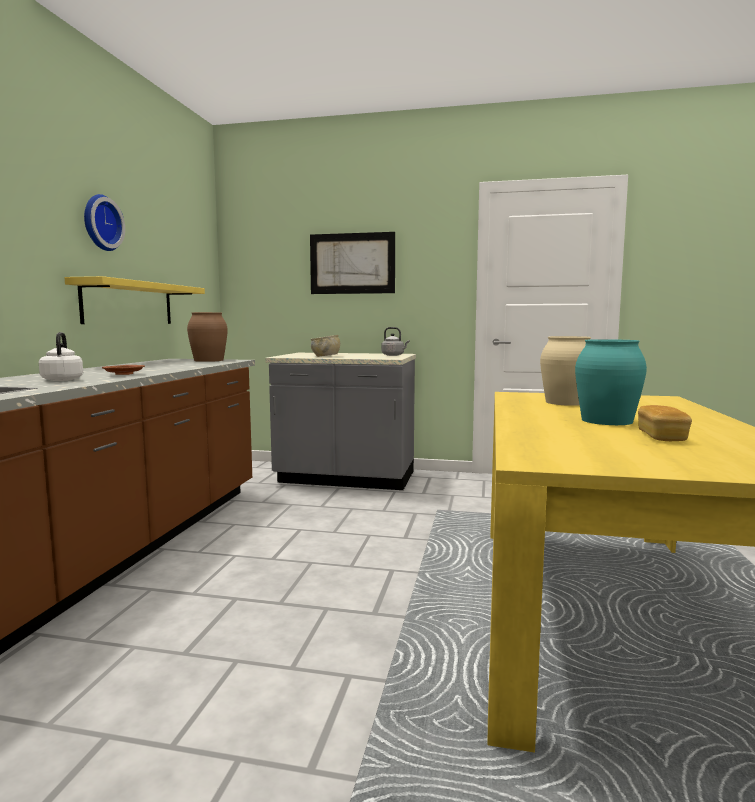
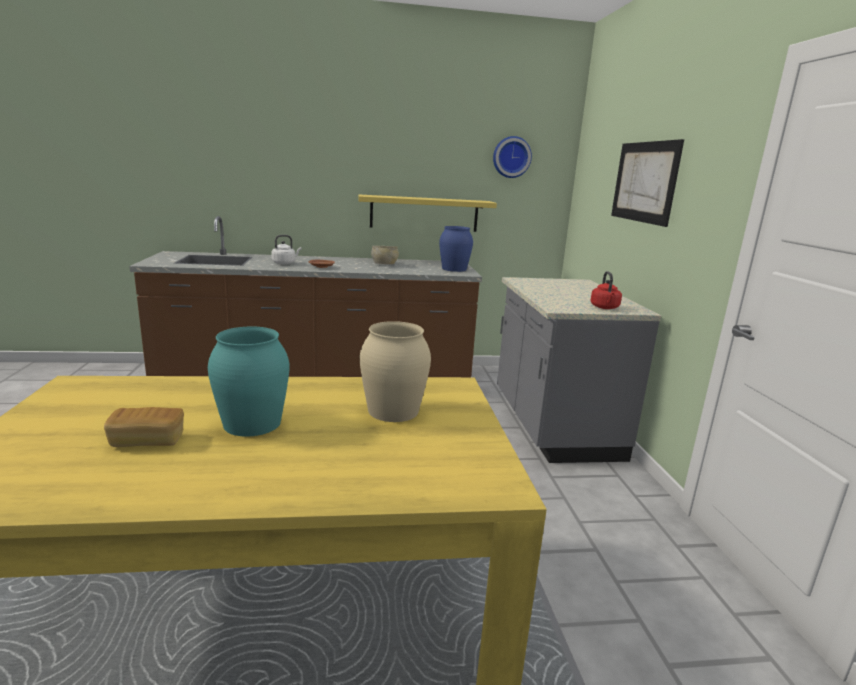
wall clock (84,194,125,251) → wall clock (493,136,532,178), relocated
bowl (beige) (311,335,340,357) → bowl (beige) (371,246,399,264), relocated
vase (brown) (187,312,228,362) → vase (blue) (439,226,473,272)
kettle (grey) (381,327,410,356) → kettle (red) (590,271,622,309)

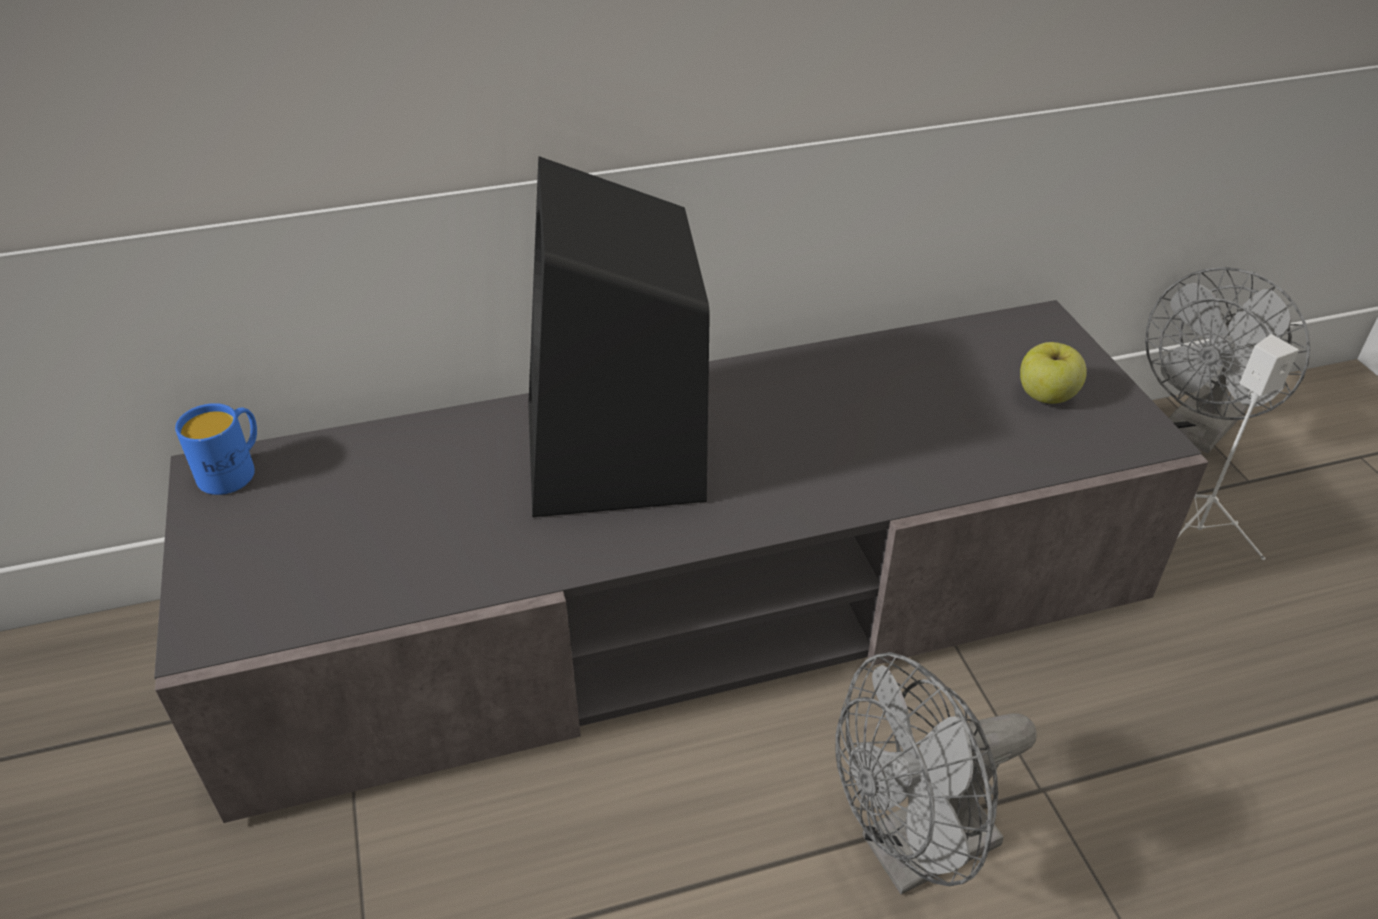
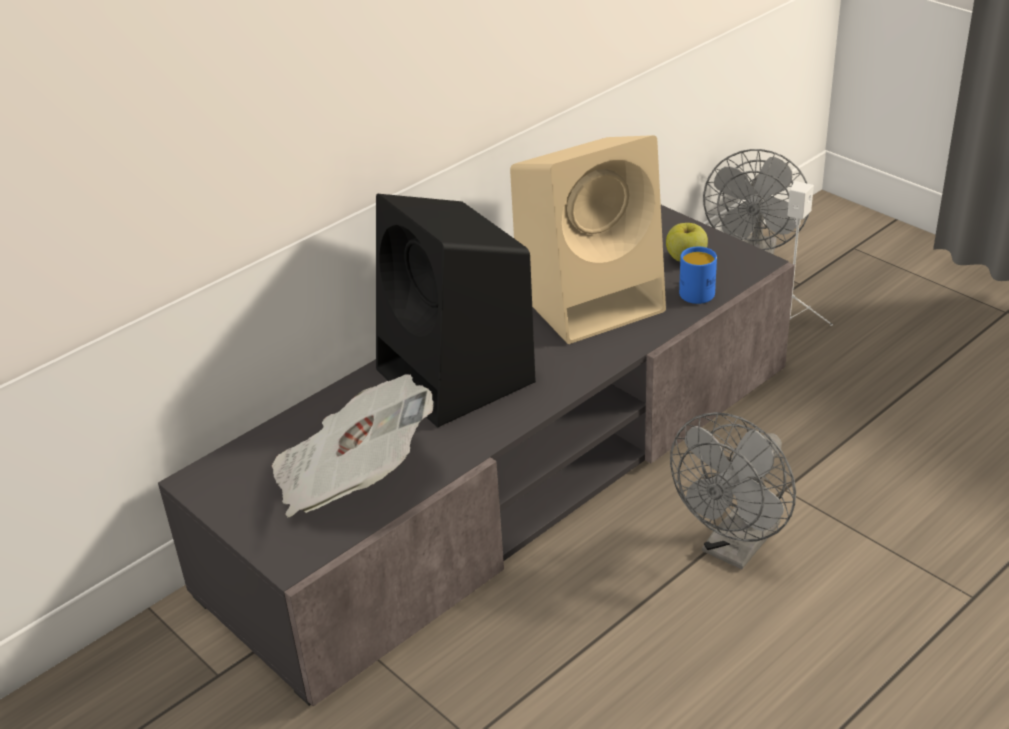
- → newspaper (272,374,434,518)
- → speaker (beige) (510,135,666,344)
mug (blue) (175,403,257,495) → mug (blue) (679,247,717,304), relocated

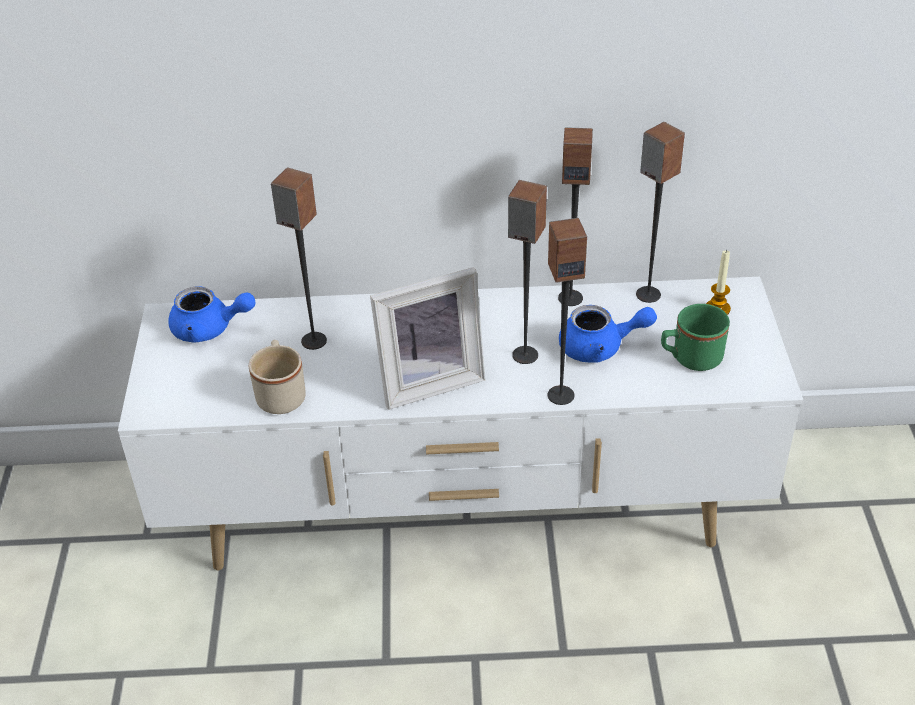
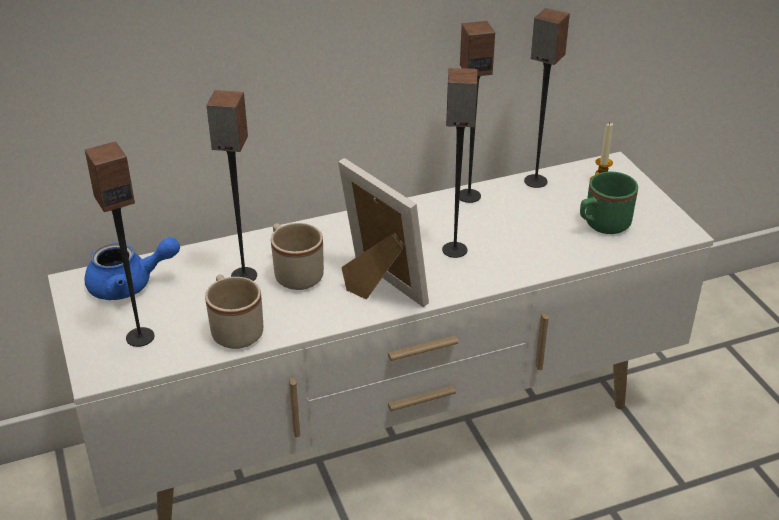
teapot (blue) (559,305,657,363) → -
- → mug (beige) (271,223,324,290)
speaker (548,218,587,405) → speaker (85,142,155,347), relocated
picture frame (370,267,486,410) → picture frame (338,158,429,307), 90 degrees counterclockwise

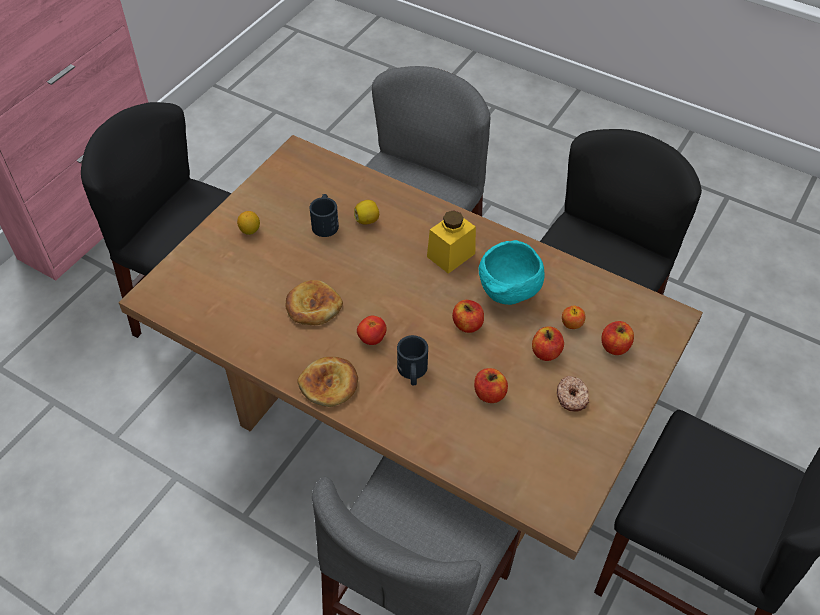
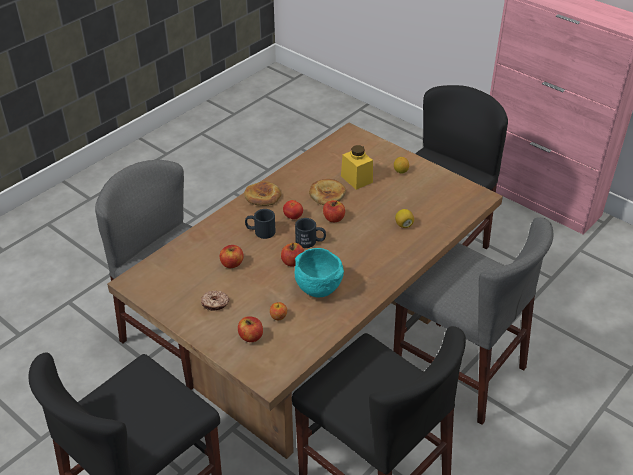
mug (black) (309,194,339,237) → mug (black) (295,218,326,248), relocated
jar (yellow) (427,210,476,274) → jar (yellow) (341,145,373,190), relocated
apple (532,327,564,361) → apple (323,200,345,222), relocated

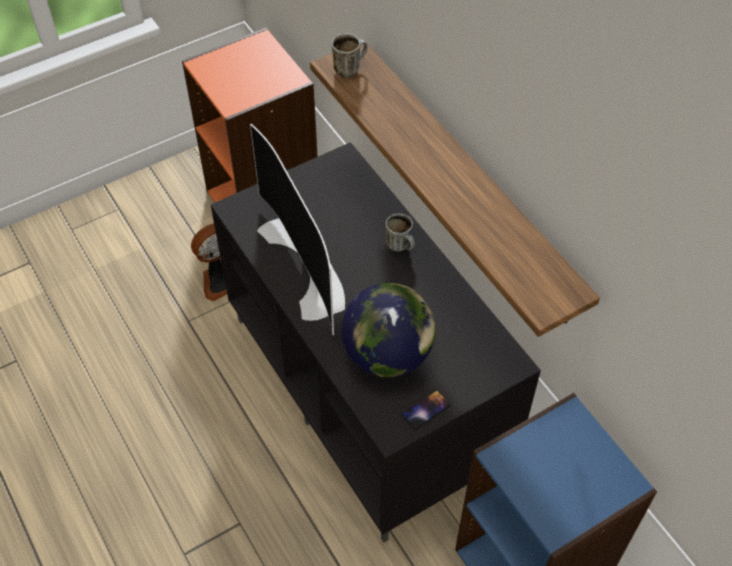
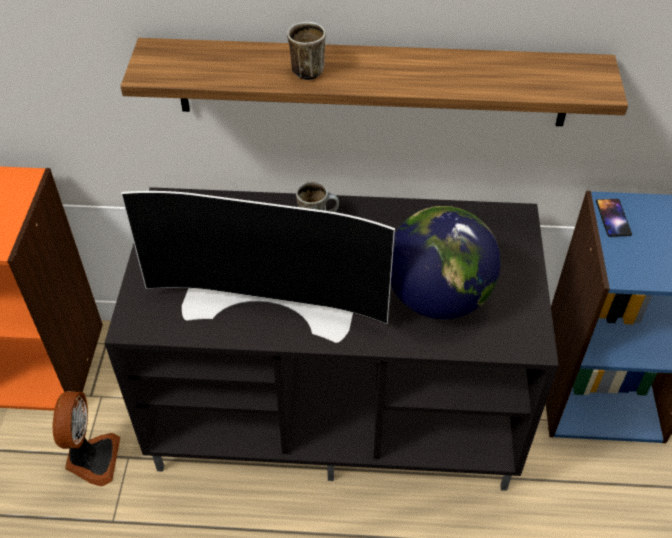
mug (332,33,368,77) → mug (287,22,326,80), relocated
phone (402,390,451,430) → phone (596,199,632,237), relocated

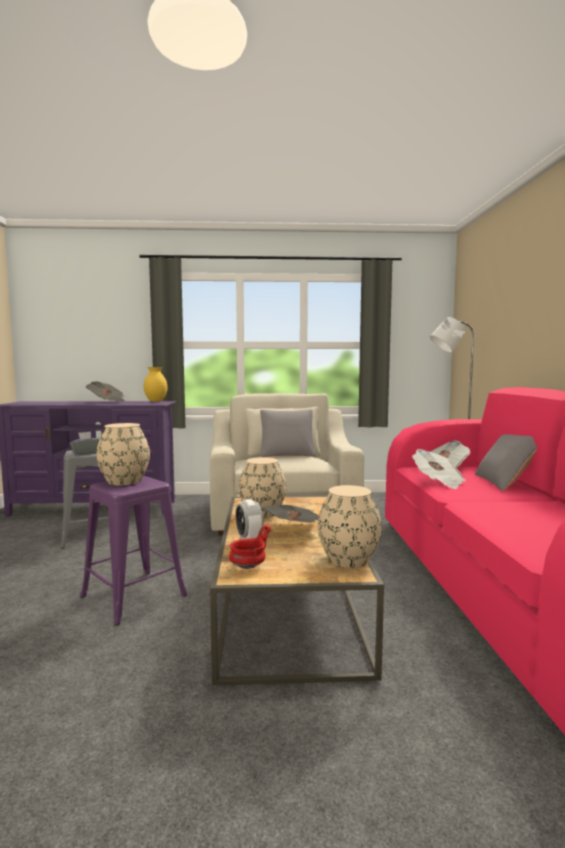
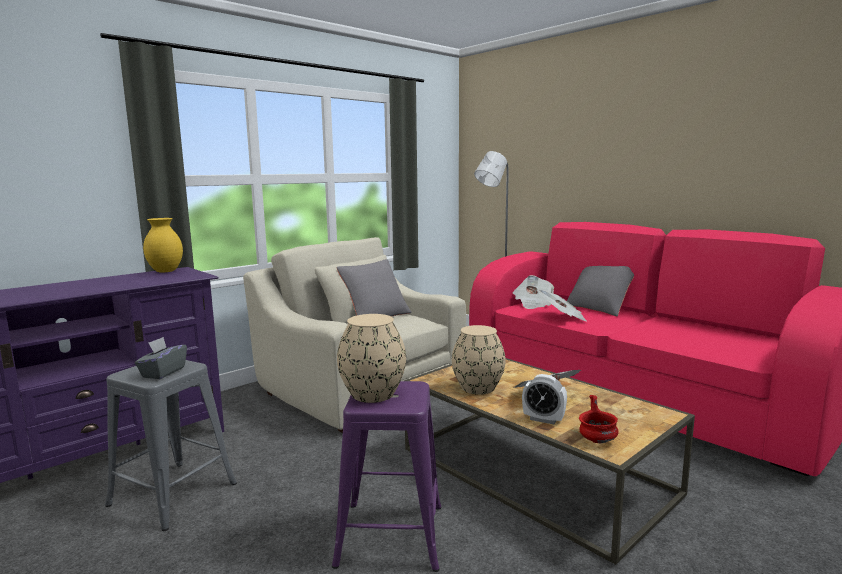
newspaper (86,382,125,401) → -
vase (beige) (318,485,382,568) → -

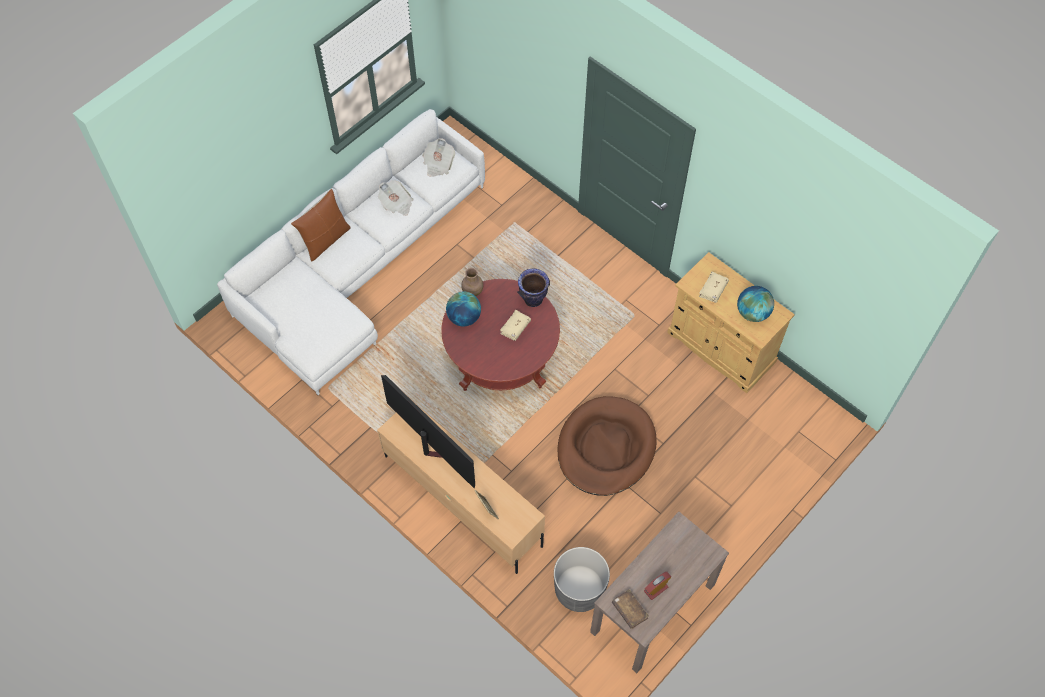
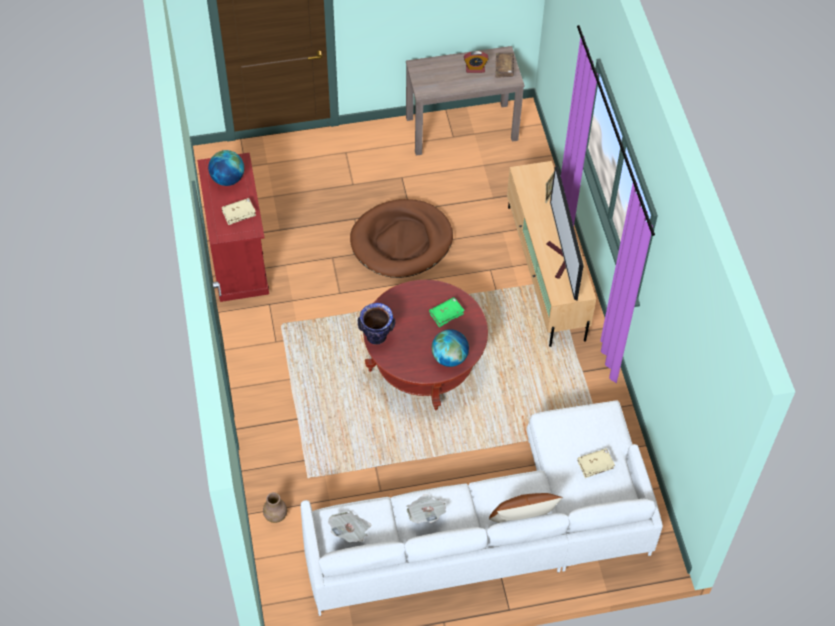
planter (grey) (554,547,610,612) → -
- → book (green) (429,297,465,327)
vase (brown) (461,268,483,296) → vase (brown) (263,492,287,523), relocated
book (beige) (500,310,531,341) → book (beige) (577,448,615,478), relocated
cabinet (beige) (667,252,795,393) → cabinet (red) (197,153,269,302)

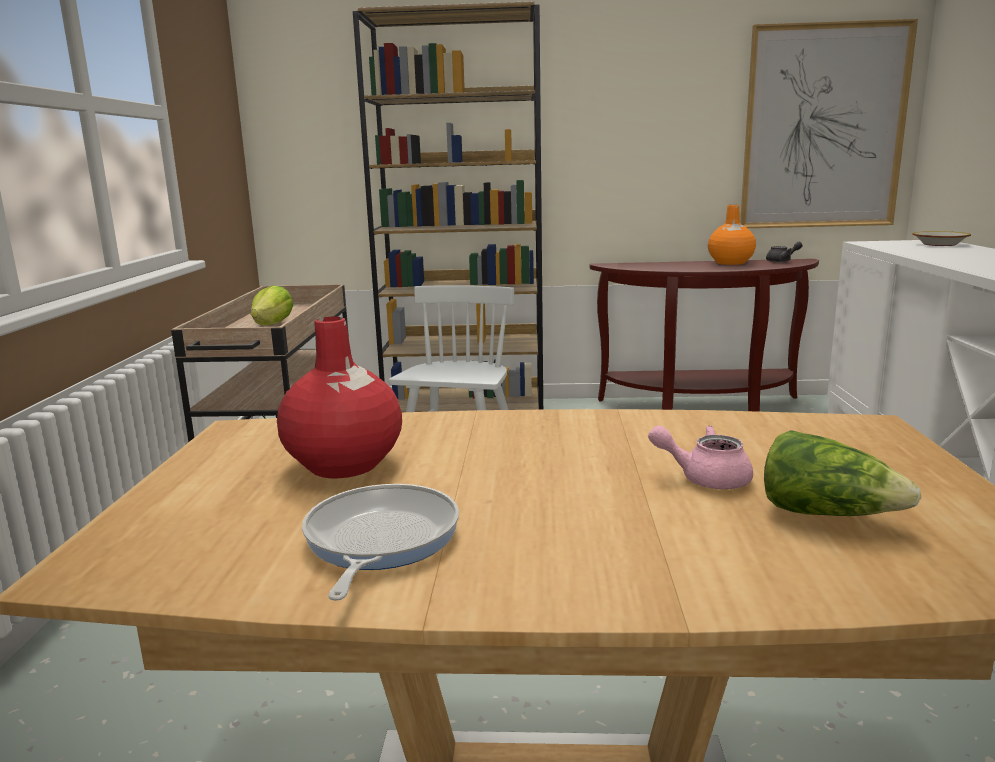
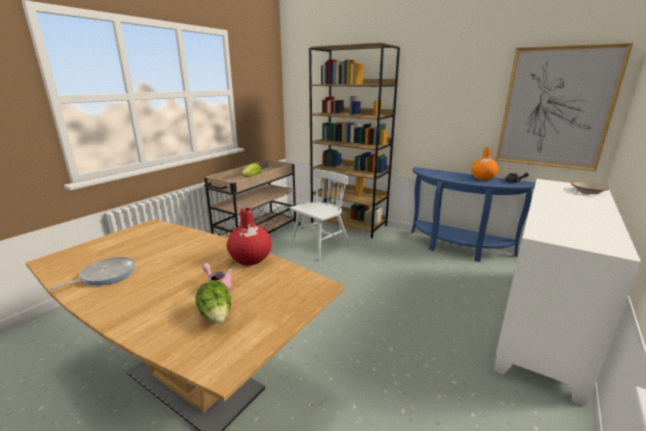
vase (red) (277,317,402,479) → vase (red) (227,208,272,265), relocated
console table (brown) (590,259,819,412) → console table (blue) (411,167,535,262)

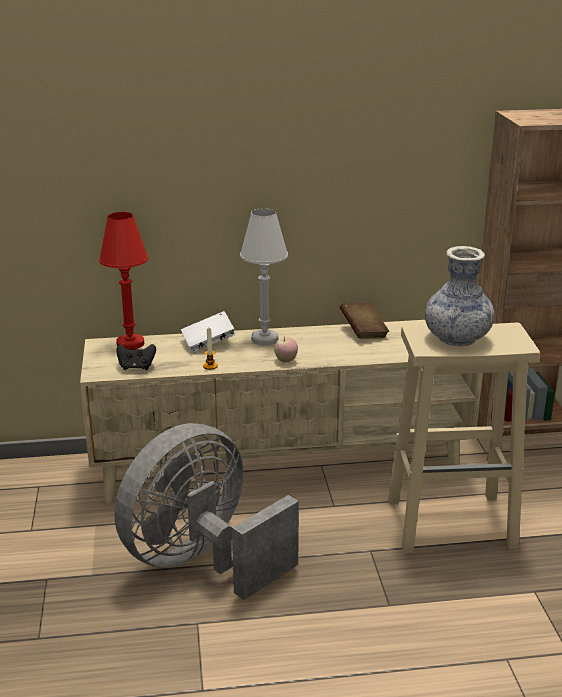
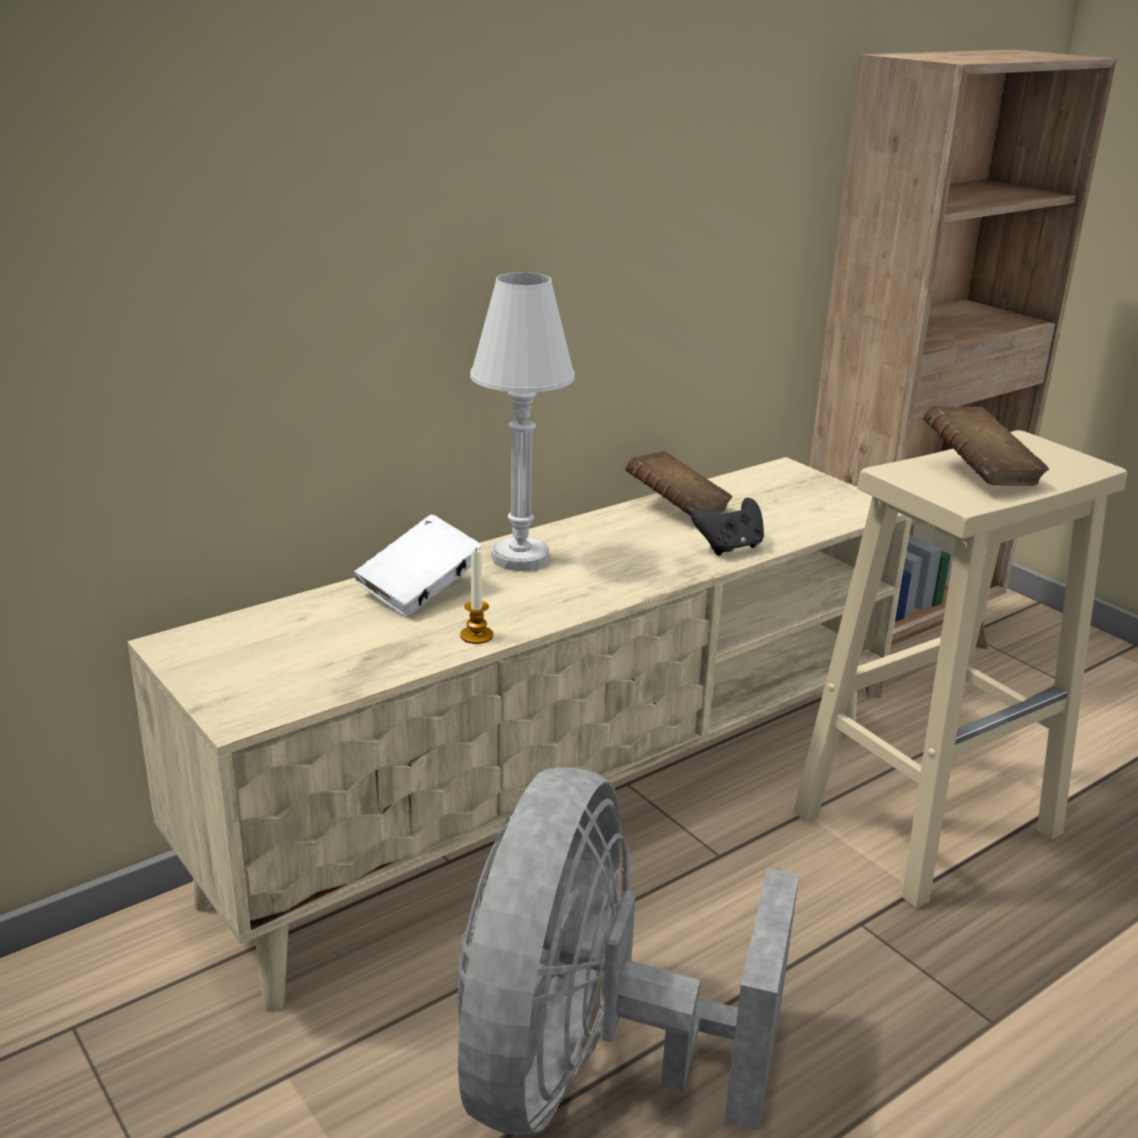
table lamp (red) (99,212,149,350) → -
apple (274,337,298,362) → -
game controller (black) (116,344,156,370) → game controller (black) (691,498,764,556), relocated
vase (425,246,494,346) → book (brown) (923,406,1049,486)

